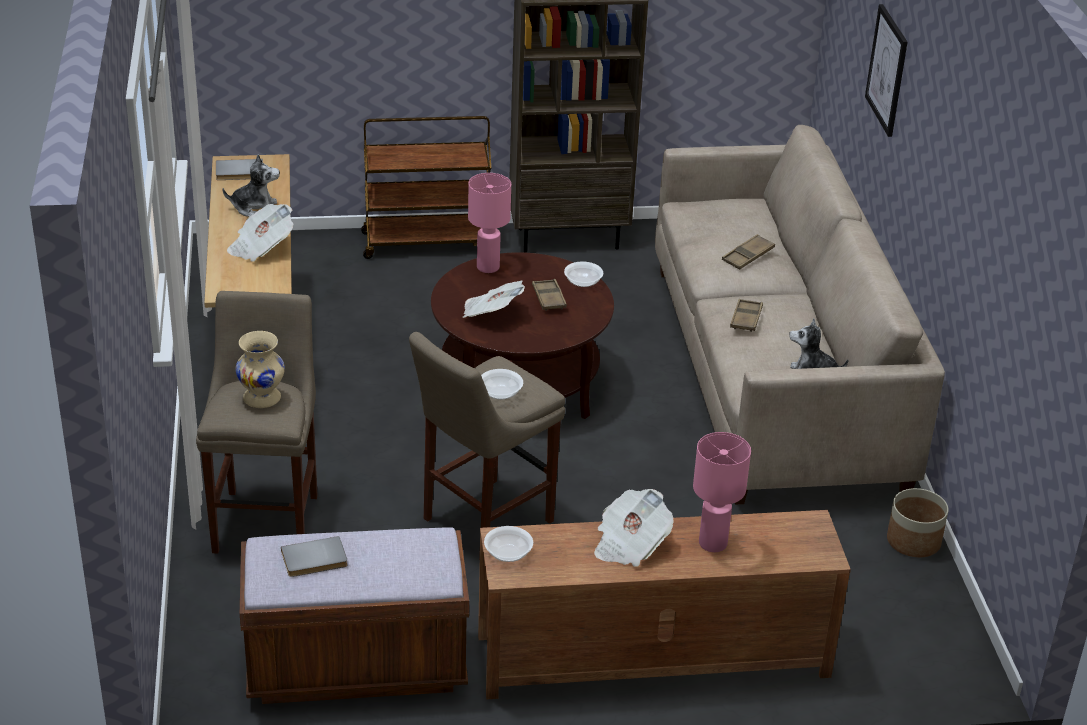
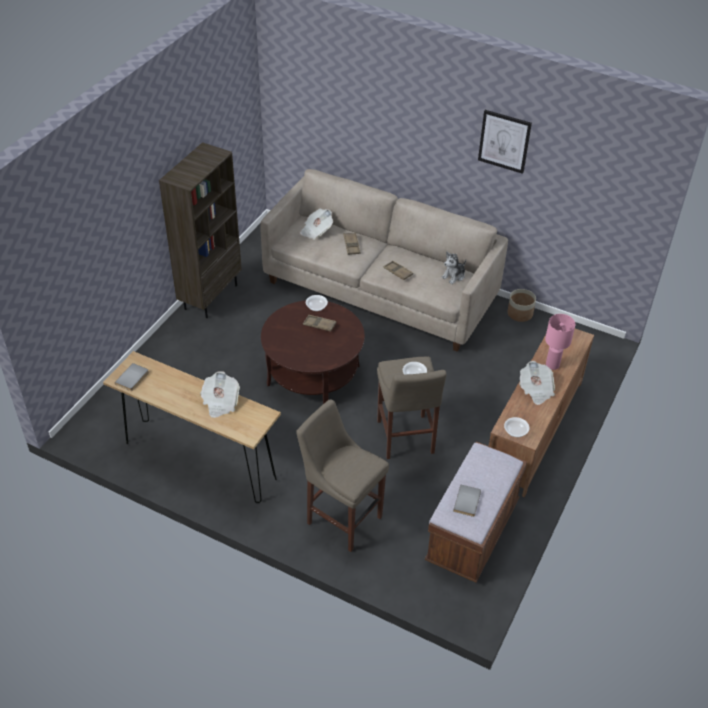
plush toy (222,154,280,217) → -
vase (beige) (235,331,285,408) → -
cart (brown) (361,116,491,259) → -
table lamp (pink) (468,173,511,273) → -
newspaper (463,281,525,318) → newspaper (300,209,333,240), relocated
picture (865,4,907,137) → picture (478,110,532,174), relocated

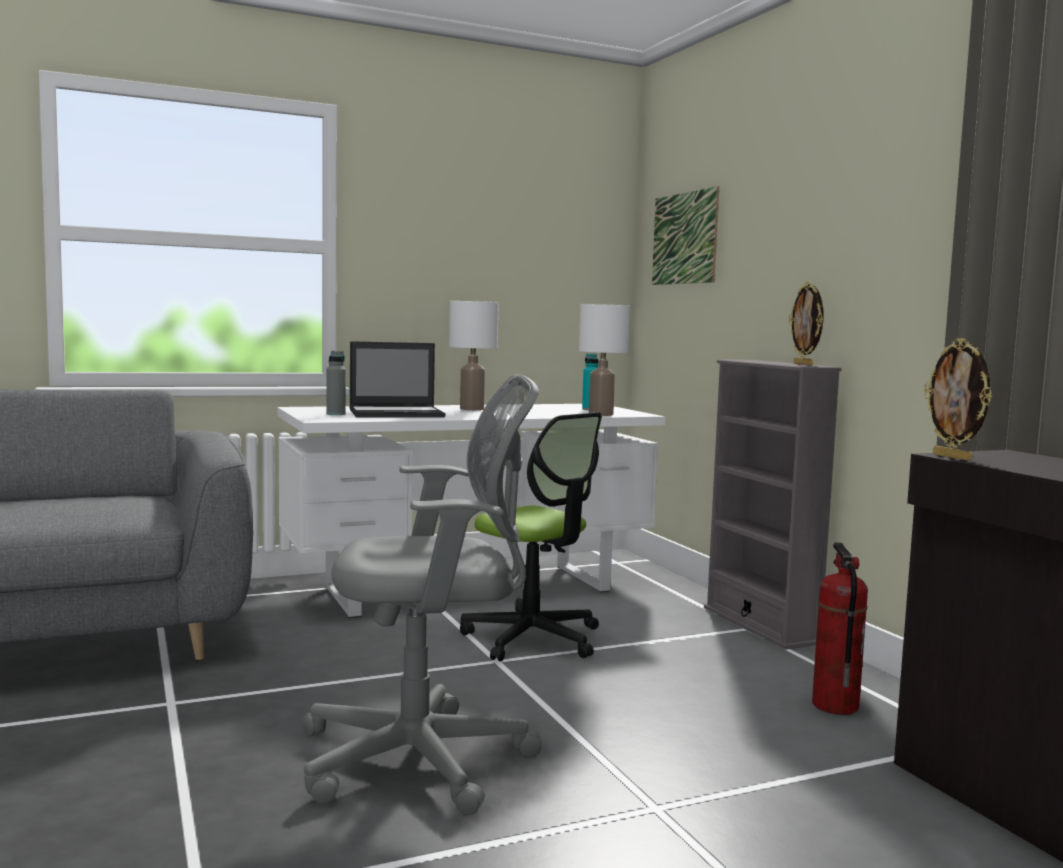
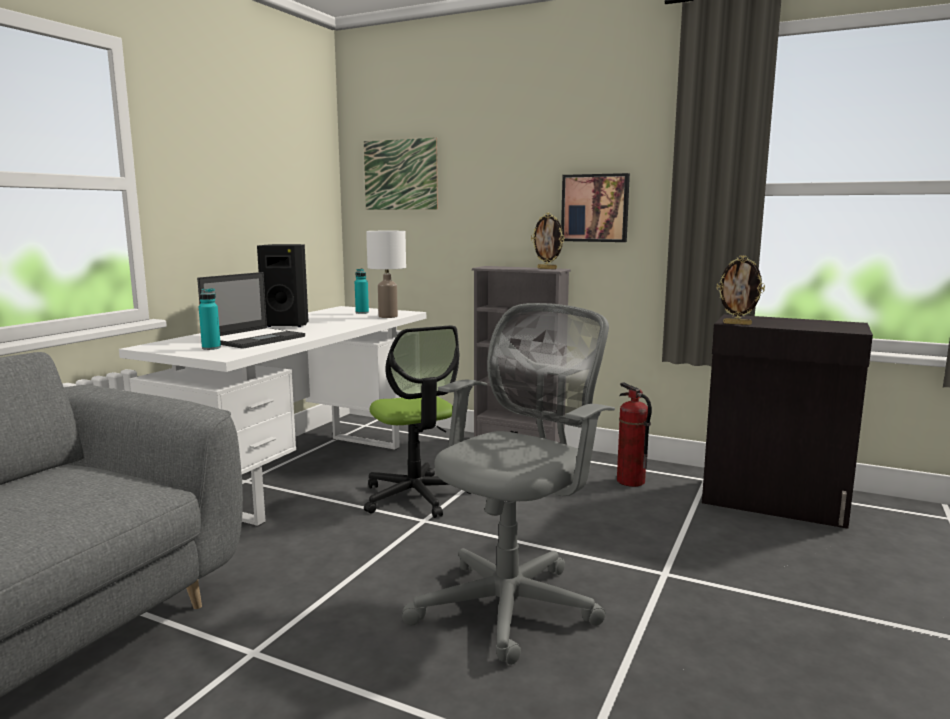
- → picture (561,173,630,242)
table lamp (white) (449,301,499,410) → speaker (black) (257,244,308,327)
bottle (grey) (326,351,346,415) → bottle (turquoise) (199,288,221,350)
office chair (460,412,602,662) → office chair (364,325,471,518), 60 degrees clockwise

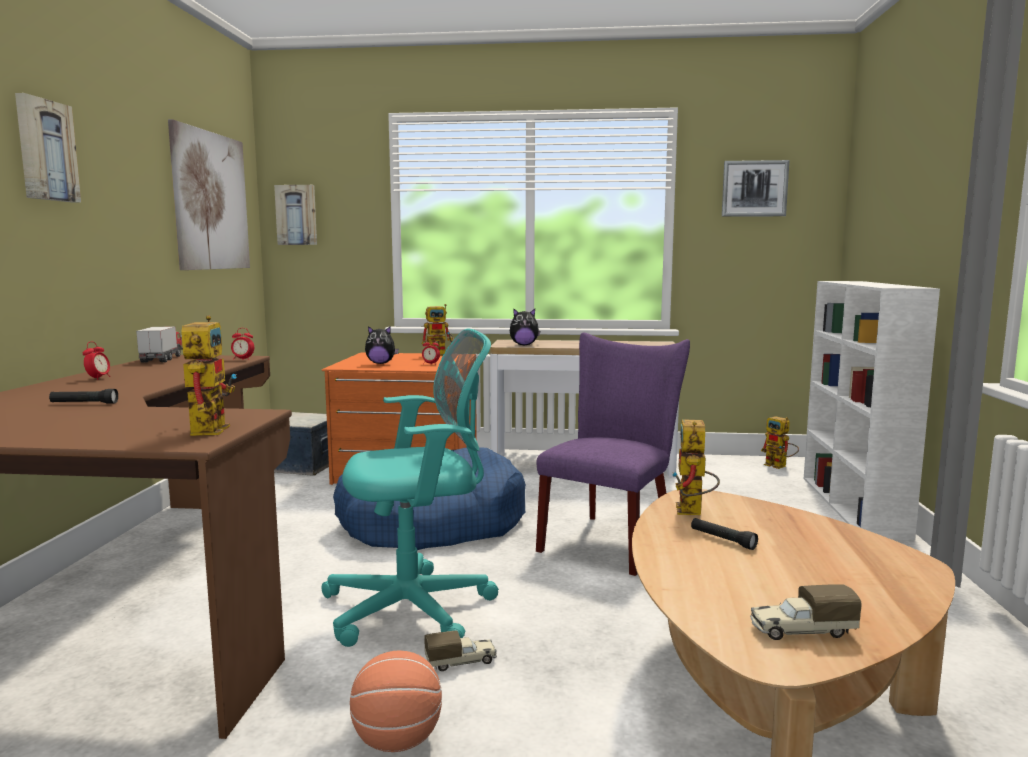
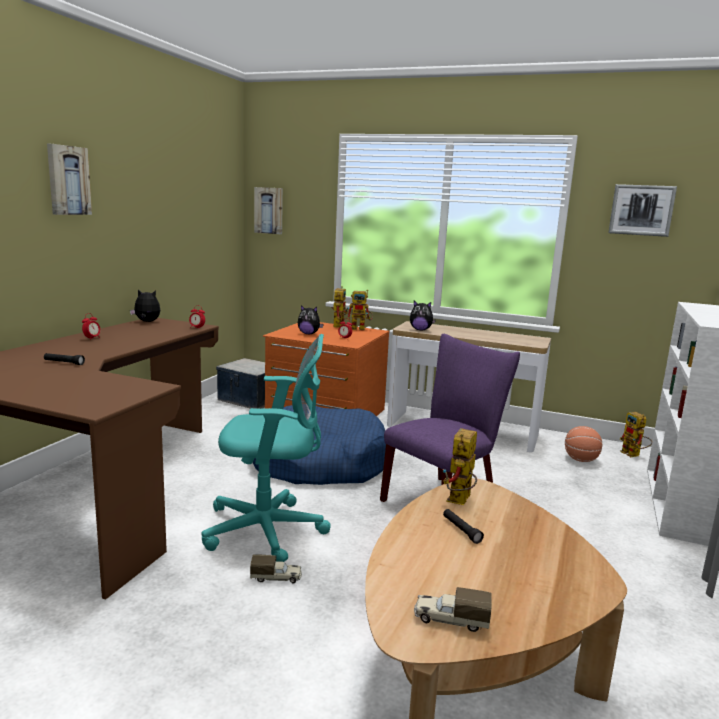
picture (168,119,250,270) → -
toy robot (181,315,237,436) → toy robot (332,286,349,328), relocated
basketball (350,650,442,752) → basketball (565,426,602,462), relocated
toy truck (136,327,183,362) → plush toy (130,289,160,322)

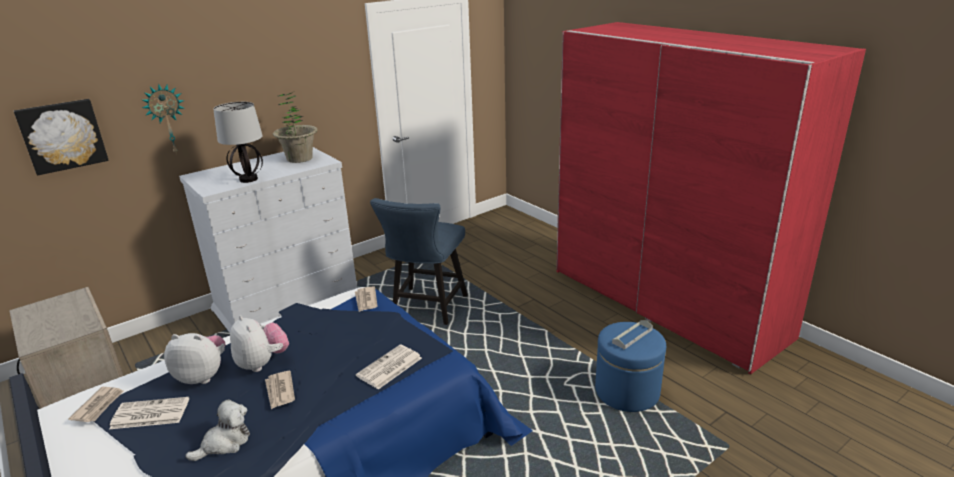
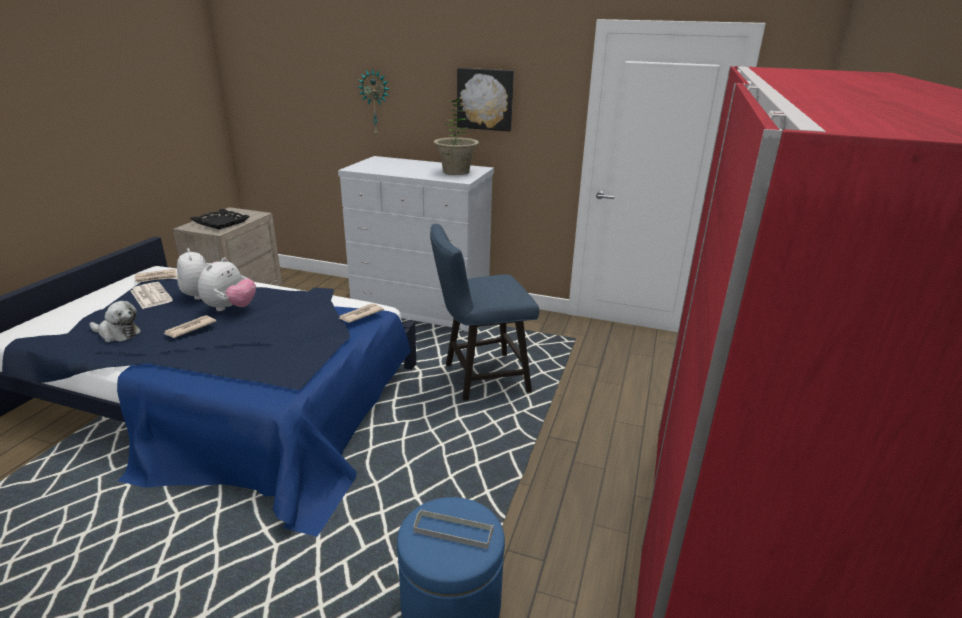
table lamp (213,102,263,183) → -
newspaper (356,345,422,389) → -
- → tray (black) (190,209,250,229)
picture (14,99,109,175) → picture (457,68,514,132), relocated

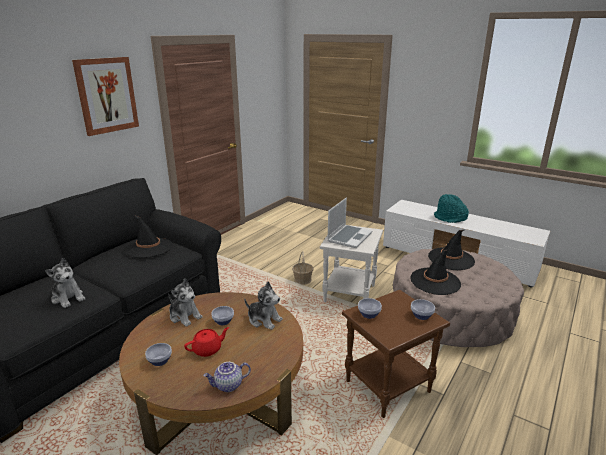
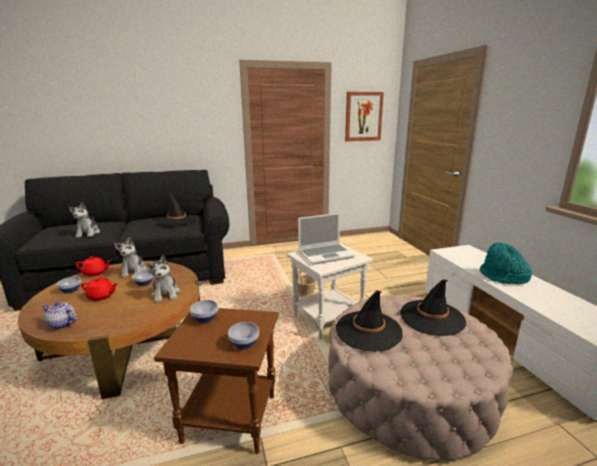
- → teapot (red) (76,257,111,276)
picture (72,57,139,136) → picture (345,92,384,141), relocated

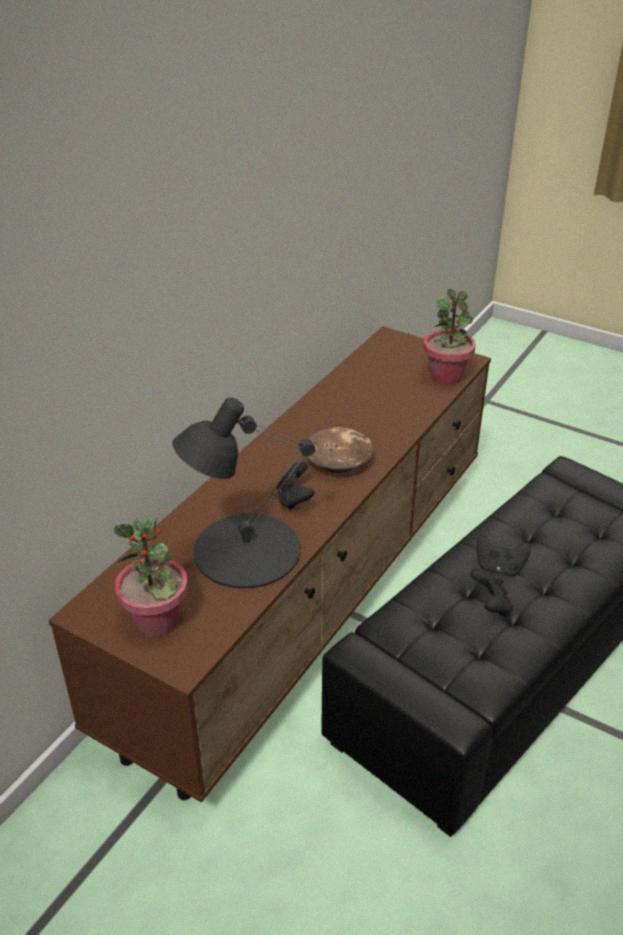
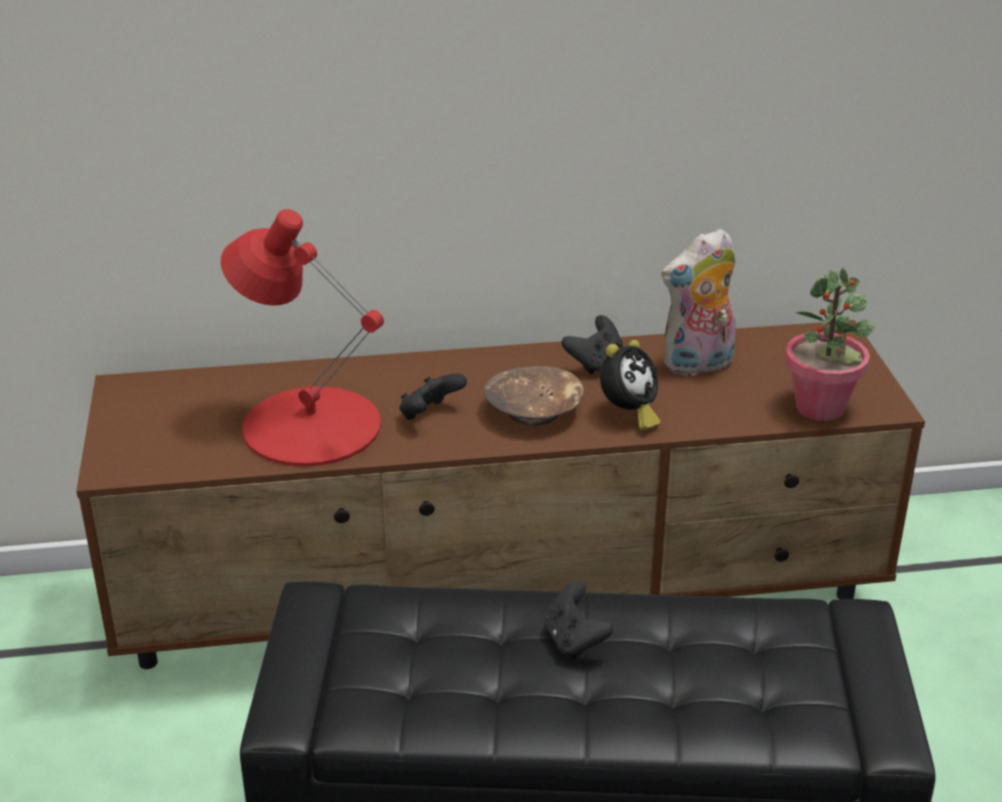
potted plant (114,518,188,637) → -
- → alarm clock (600,340,661,430)
- → plush toy (661,228,736,377)
game controller (black) (470,568,513,616) → game controller (black) (562,315,623,374), relocated
table lamp (black) (172,397,315,589) → table lamp (red) (221,209,384,466)

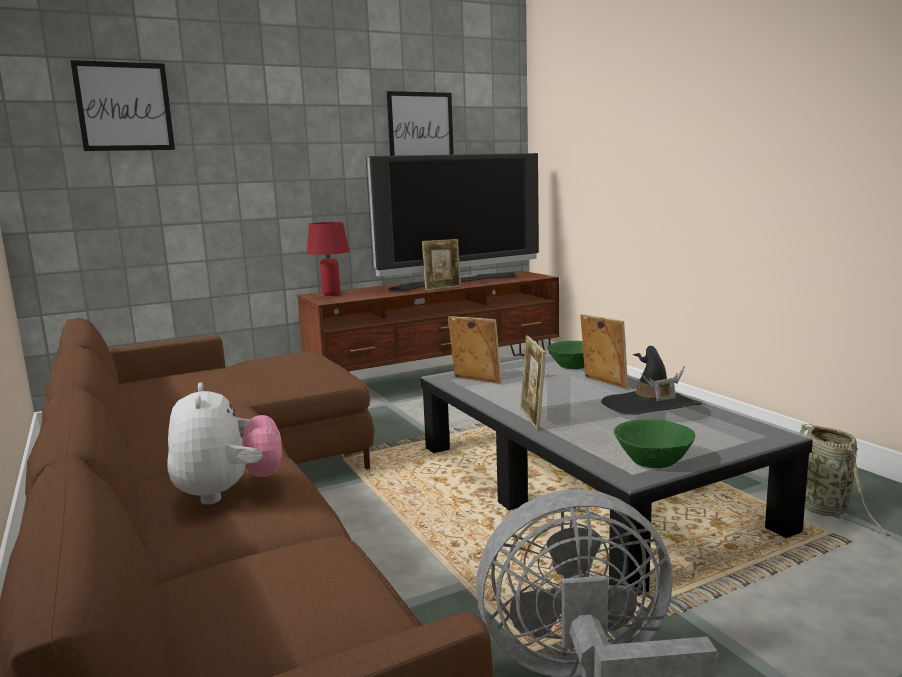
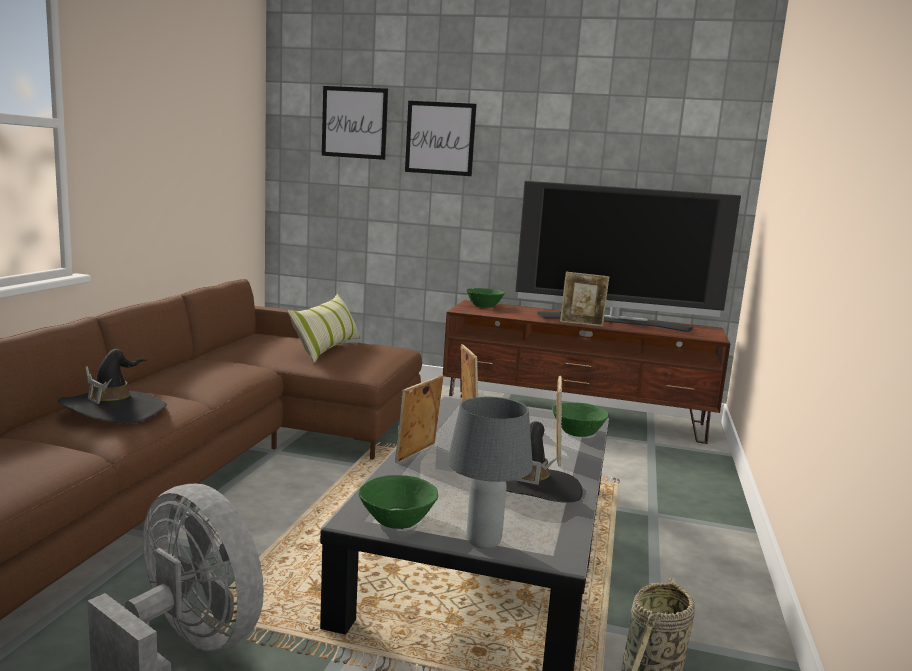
- → pillow (288,294,360,363)
- → table lamp (grey) (447,397,533,549)
picture (387,91,454,156) → picture (405,101,477,176), relocated
plush toy (167,382,282,505) → hat (black) (58,349,167,423)
table lamp (red) (307,222,349,296) → bowl (green) (466,288,505,307)

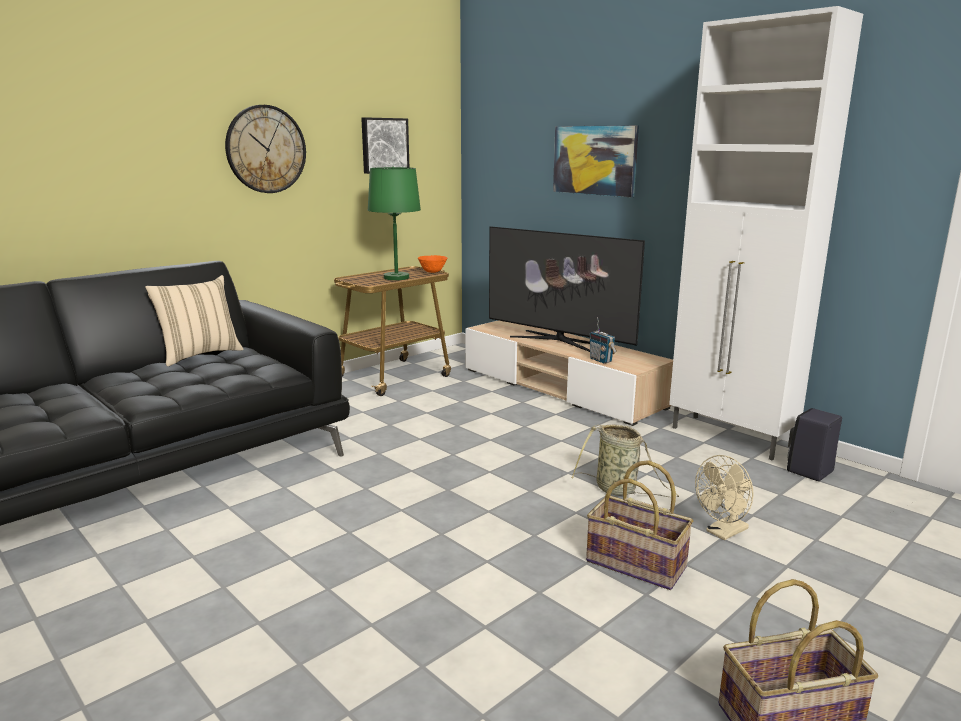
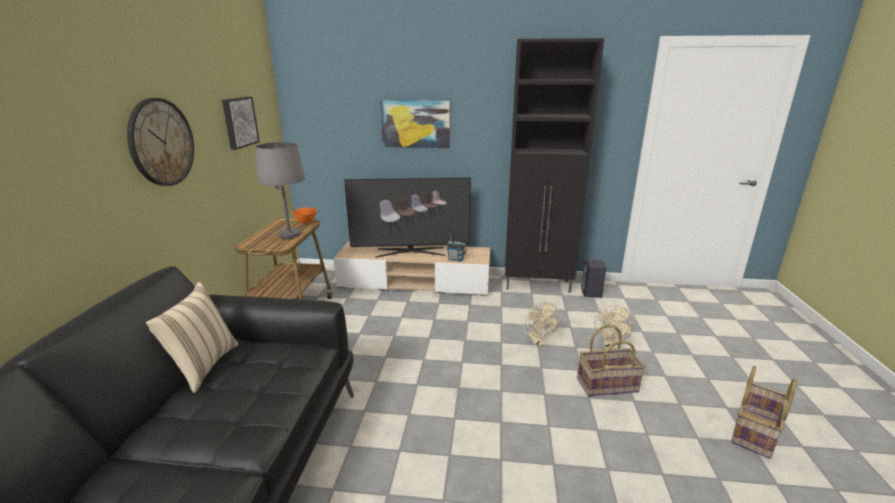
basket (572,424,679,497) → fan (beige) (525,302,560,346)
table lamp (green) (368,167,421,280) → table lamp (grey) (256,142,305,239)
cabinet (white) (669,6,863,460) → cabinet (black) (505,38,604,293)

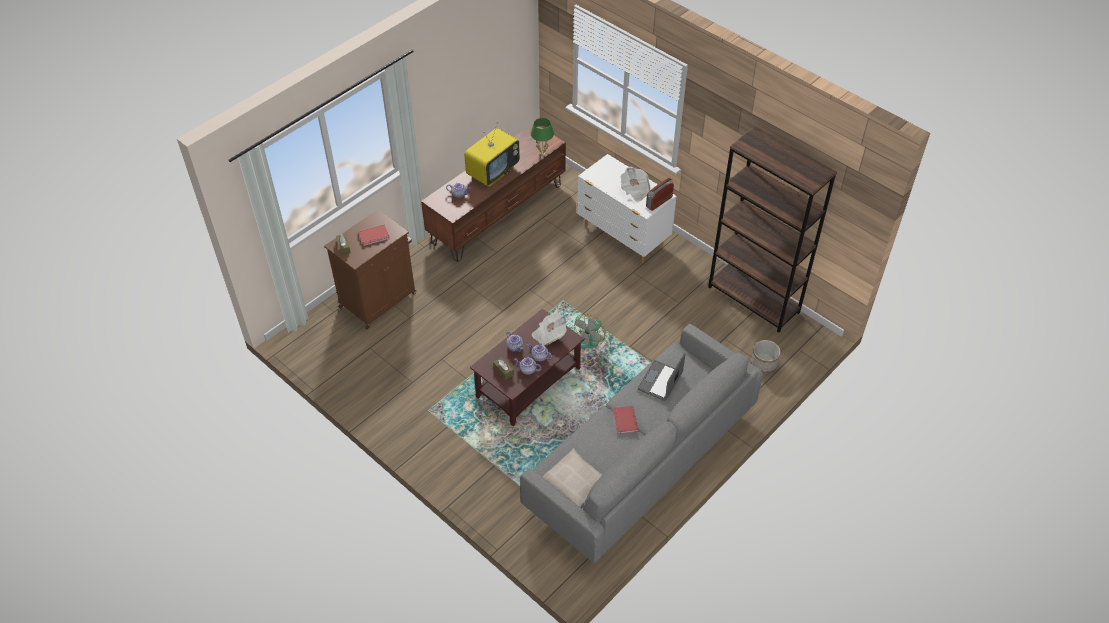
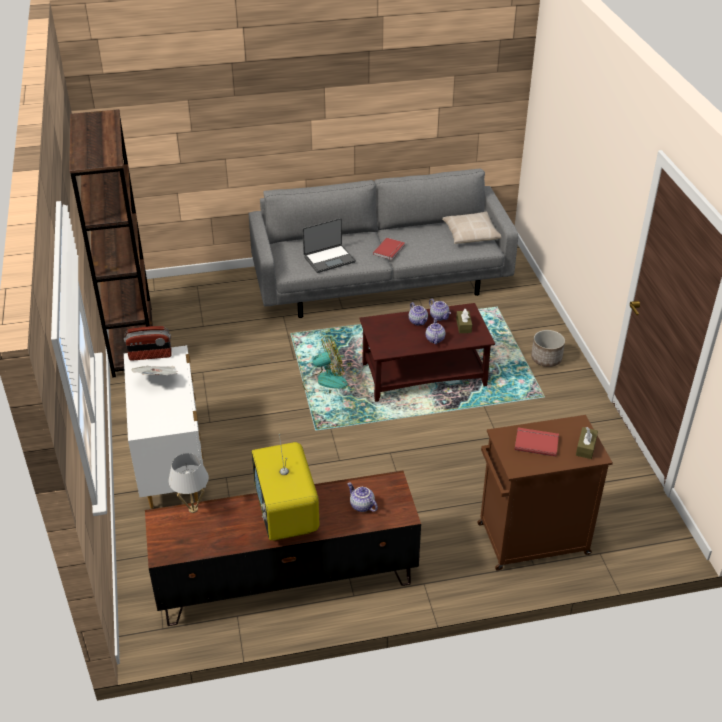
newspaper (532,312,568,346) → -
planter (751,340,781,373) → planter (531,330,565,367), relocated
table lamp (green) (531,118,554,155) → table lamp (white) (168,453,209,513)
television (464,122,520,187) → television (251,434,319,540), 90 degrees counterclockwise

